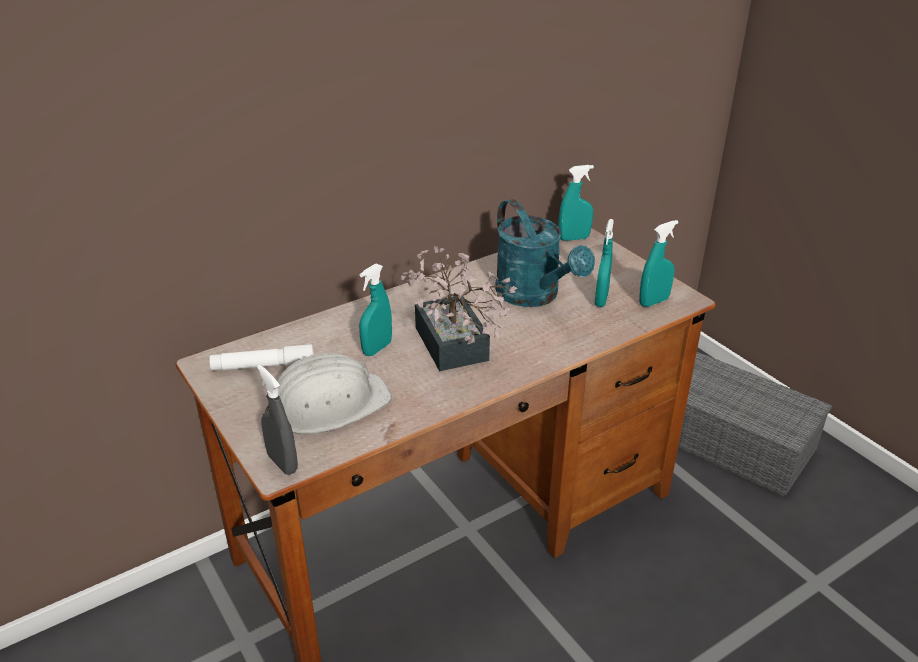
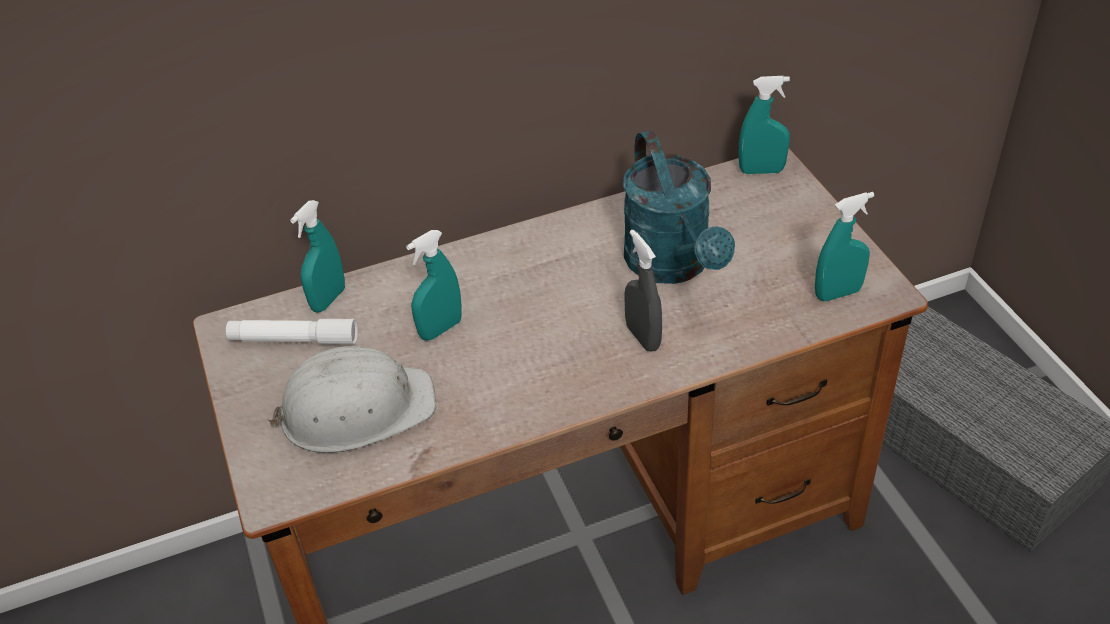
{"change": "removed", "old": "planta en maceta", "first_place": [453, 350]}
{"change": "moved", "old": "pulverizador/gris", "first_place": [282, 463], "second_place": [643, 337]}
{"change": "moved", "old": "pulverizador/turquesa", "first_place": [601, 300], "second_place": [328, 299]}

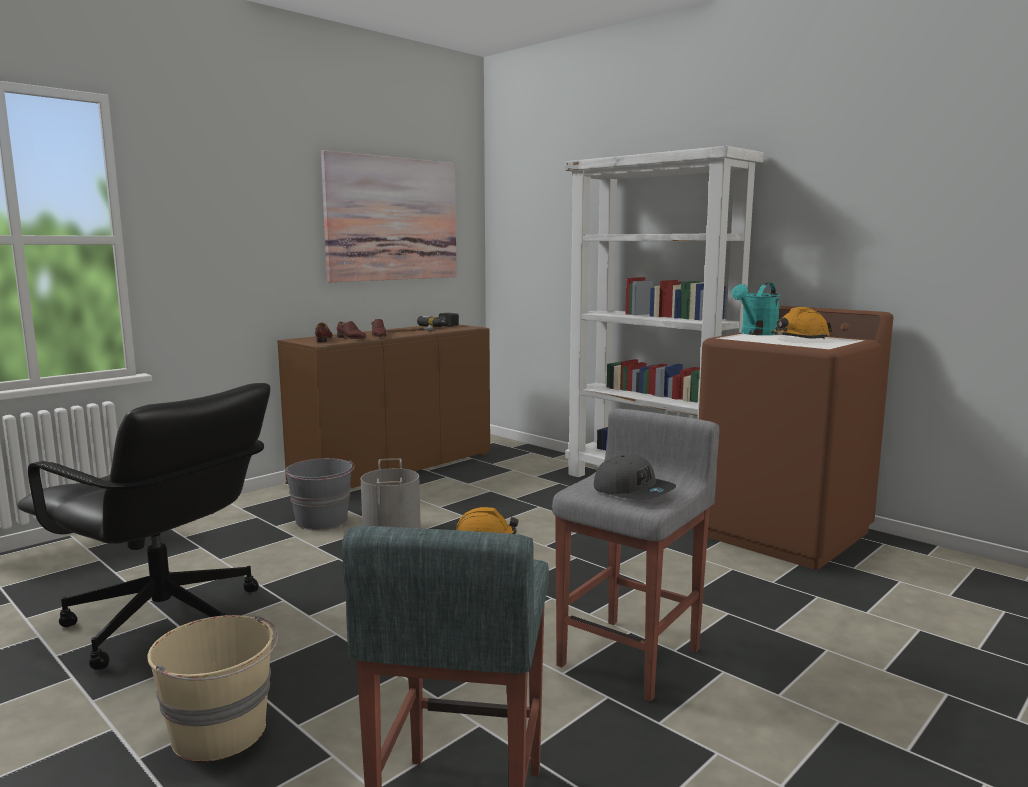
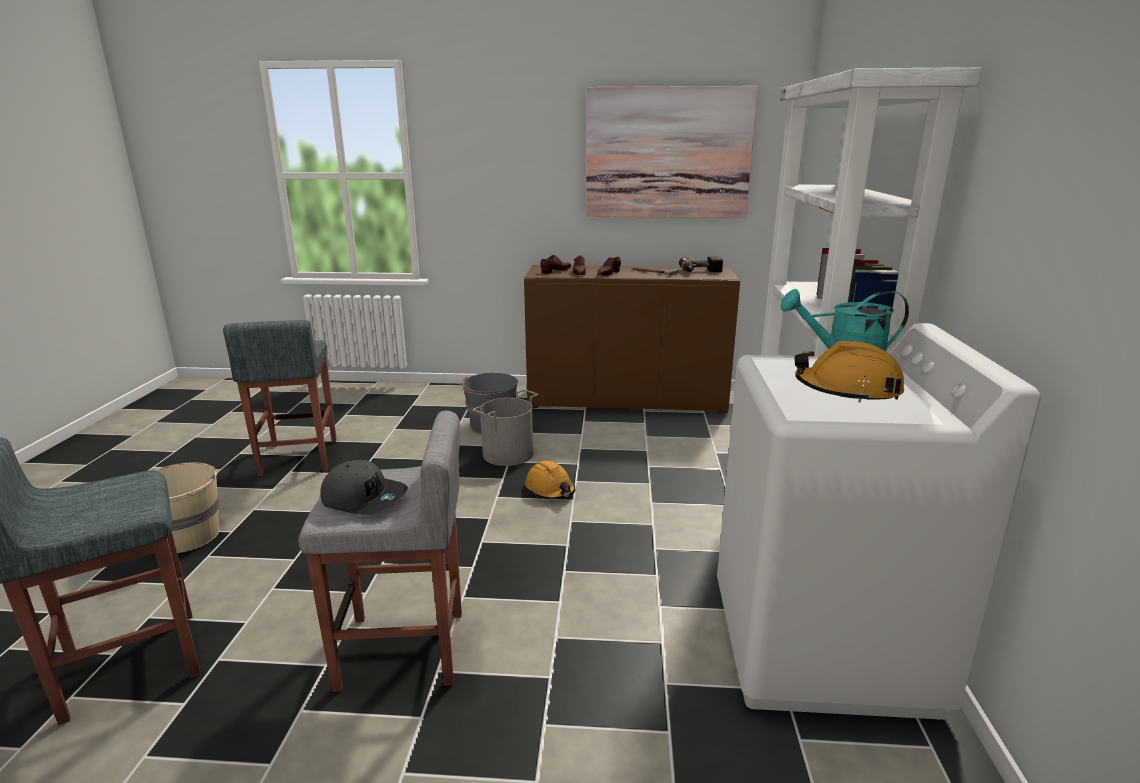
{"change": "replaced", "old": "silla de oficina/negro", "new": "taburete/gris", "first_place": [164, 622], "second_place": [298, 458]}
{"change": "recoloured", "old": "lavadora/marrón", "new": "lavadora/blanco", "first_place": [783, 533], "second_place": [820, 645]}
{"change": "turned", "old": "gorra/gris", "first_place": [633, 491], "second_place": [364, 498], "degrees": -75}

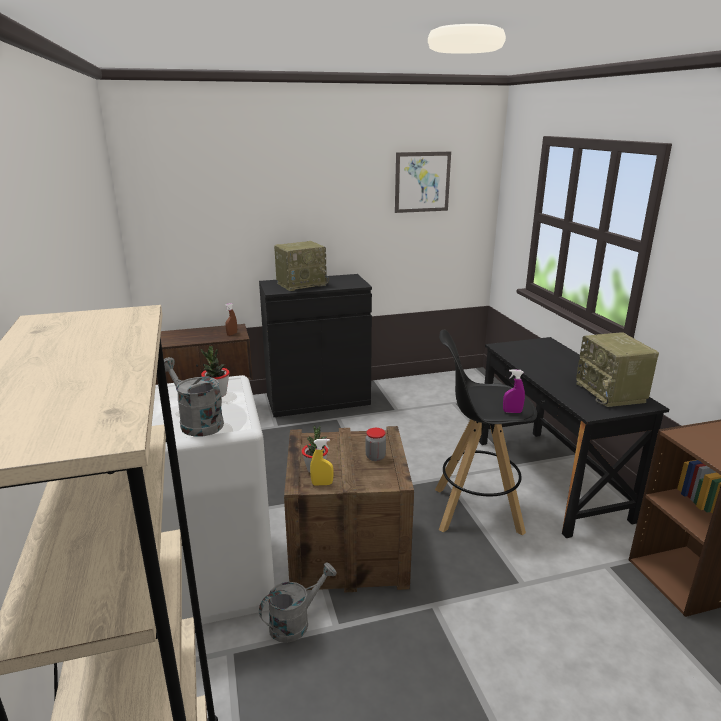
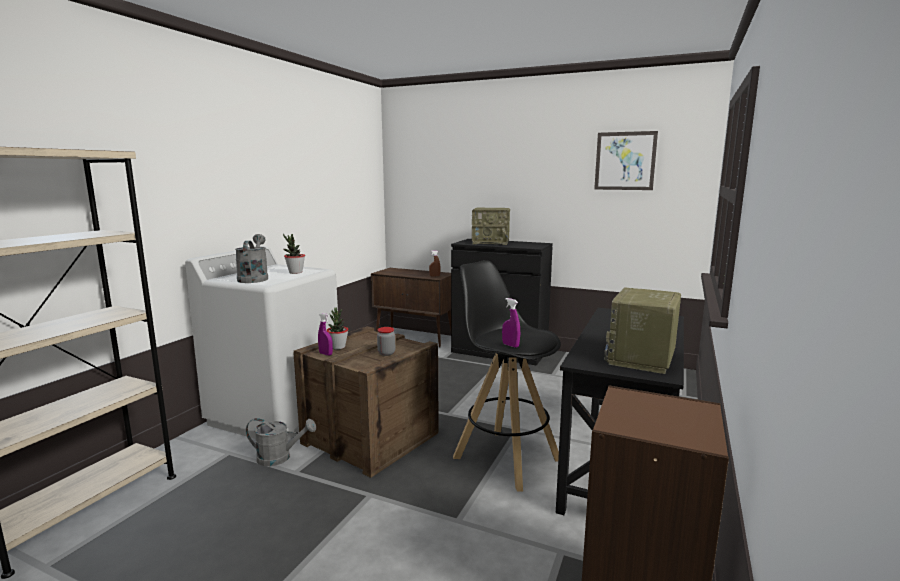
{"change": "recoloured", "old": "pulverizador/amarillo", "new": "pulverizador/morado", "first_place": [322, 484], "second_place": [325, 354]}

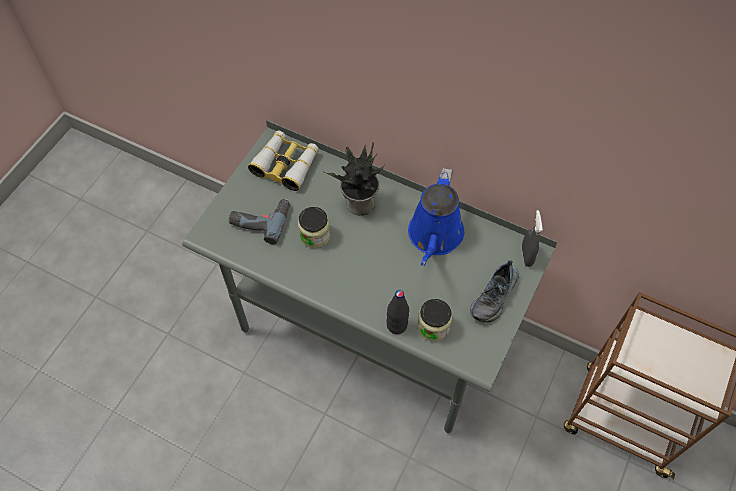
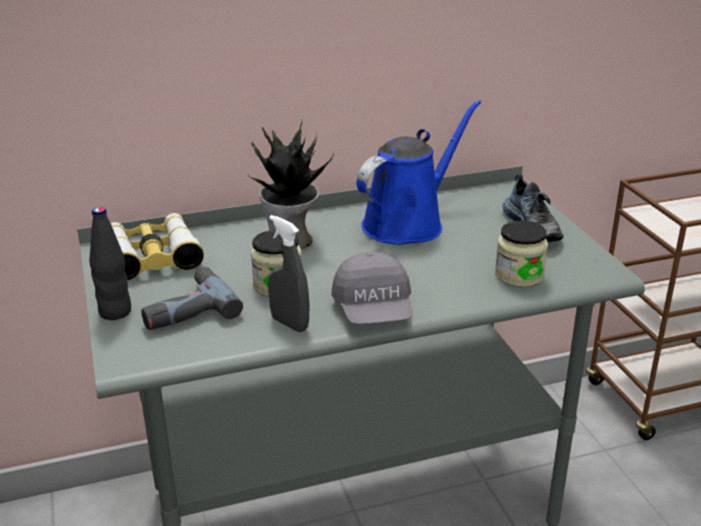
{"change": "added", "new": "gorra/gris", "second_place": [374, 310]}
{"change": "moved", "old": "botella/negro", "first_place": [397, 325], "second_place": [115, 312]}
{"change": "moved", "old": "pulverizador/gris", "first_place": [526, 256], "second_place": [289, 324]}
{"change": "turned", "old": "regadera/azul", "first_place": [434, 237], "second_place": [408, 223], "degrees": -105}

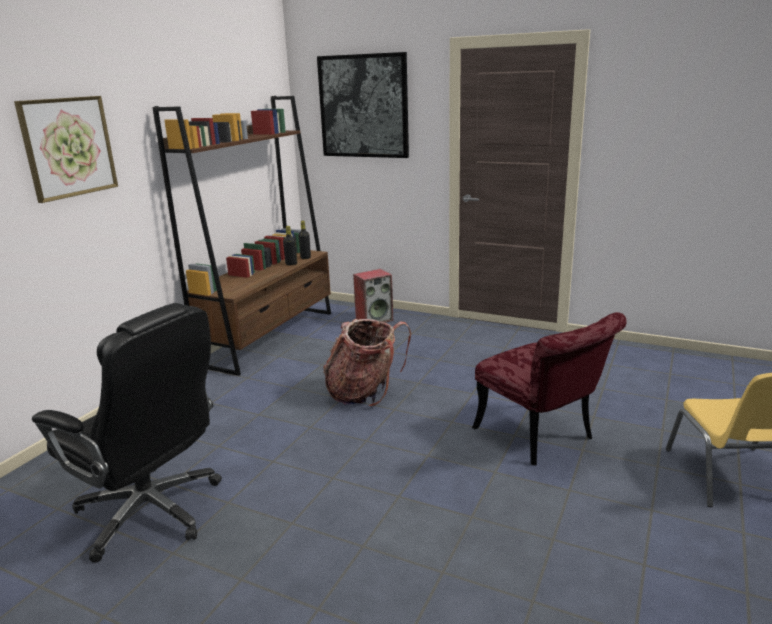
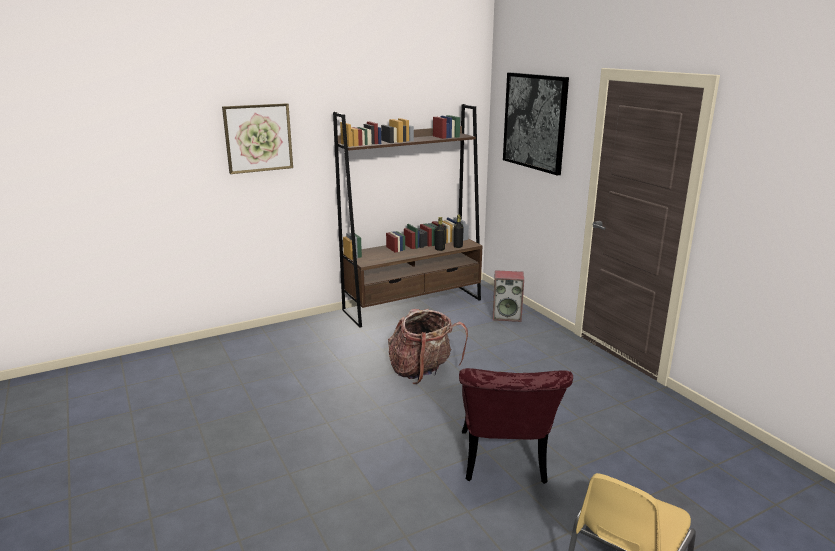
{"change": "removed", "old": "silla de oficina/negro", "first_place": [151, 512]}

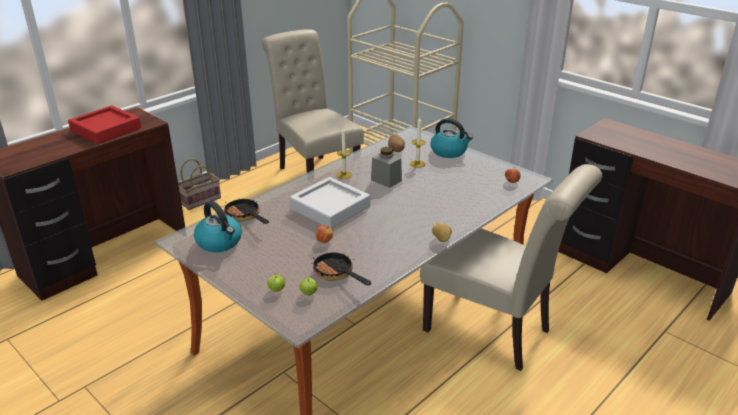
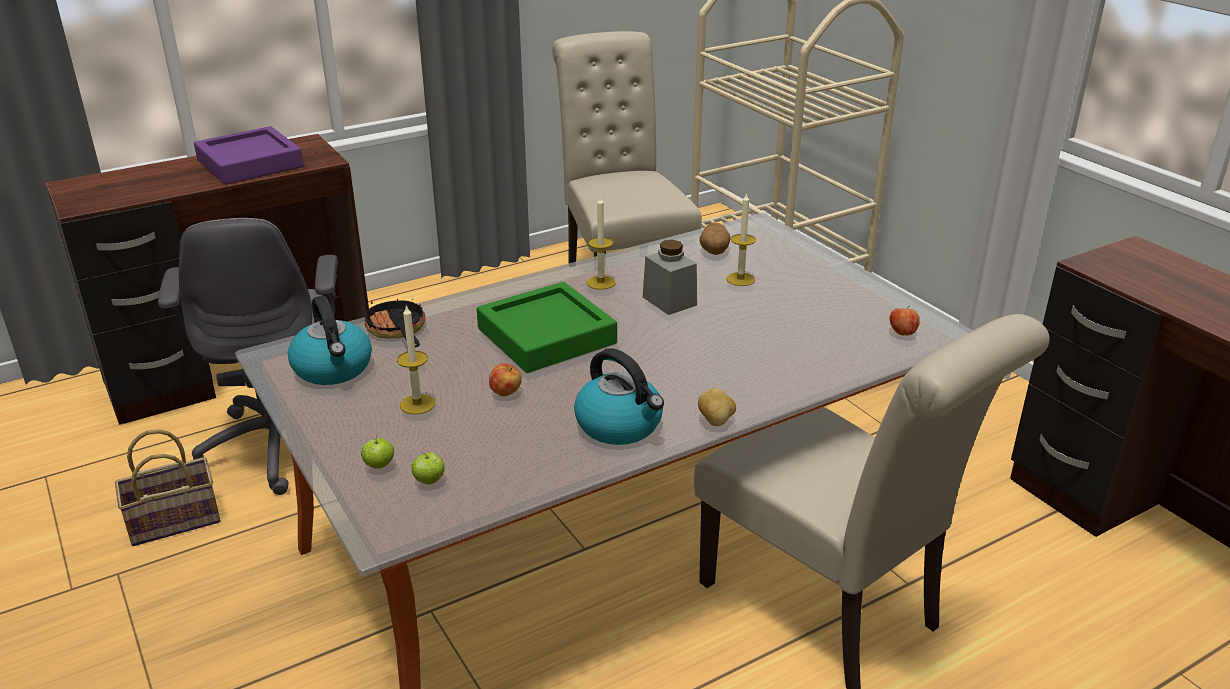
{"change": "removed", "old": "sartén", "first_place": [337, 274]}
{"change": "added", "new": "silla de oficina/gris", "second_place": [282, 443]}
{"change": "added", "new": "vela", "second_place": [417, 404]}
{"change": "moved", "old": "cesta", "first_place": [200, 199], "second_place": [176, 519]}
{"change": "moved", "old": "hervidor", "first_place": [449, 151], "second_place": [620, 425]}
{"change": "recoloured", "old": "bandeja/rojo", "new": "bandeja/morado", "first_place": [106, 129], "second_place": [250, 164]}
{"change": "recoloured", "old": "bandeja/gris", "new": "bandeja/verde", "first_place": [330, 208], "second_place": [546, 336]}

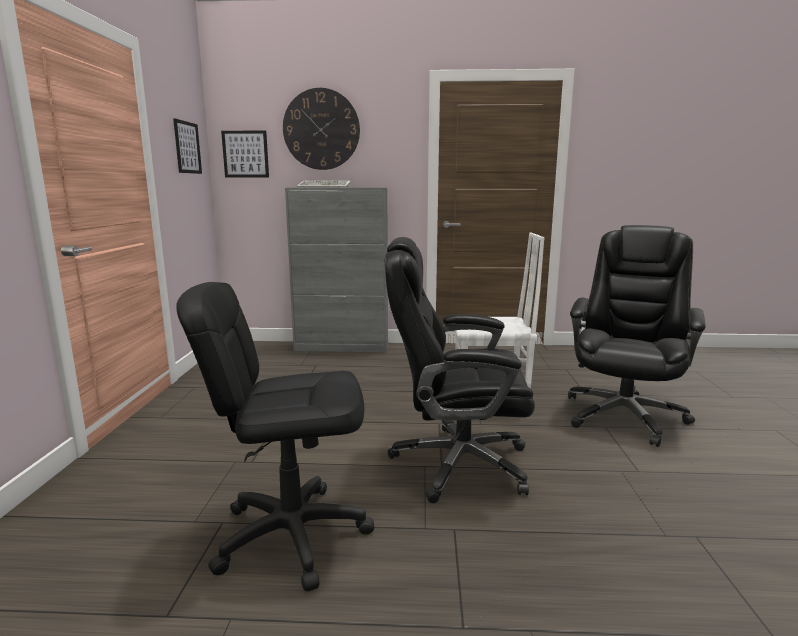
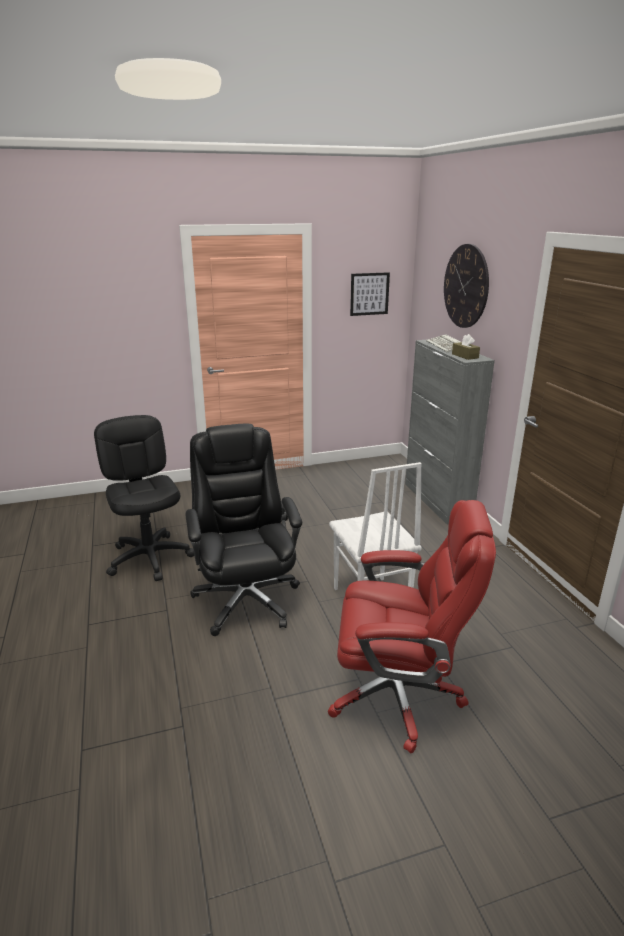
{"change": "removed", "old": "cuadro", "first_place": [245, 154]}
{"change": "added", "new": "caja de pañuelos/marrón", "second_place": [465, 356]}
{"change": "recoloured", "old": "silla de oficina/negro", "new": "silla de oficina/rojo", "first_place": [624, 415], "second_place": [398, 694]}

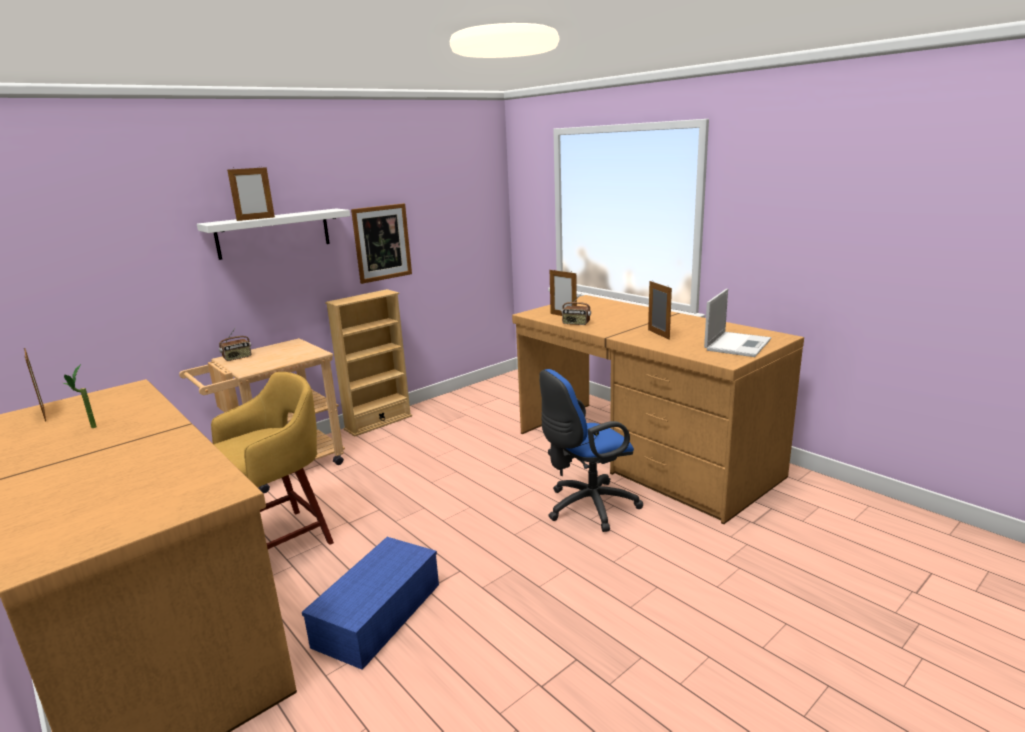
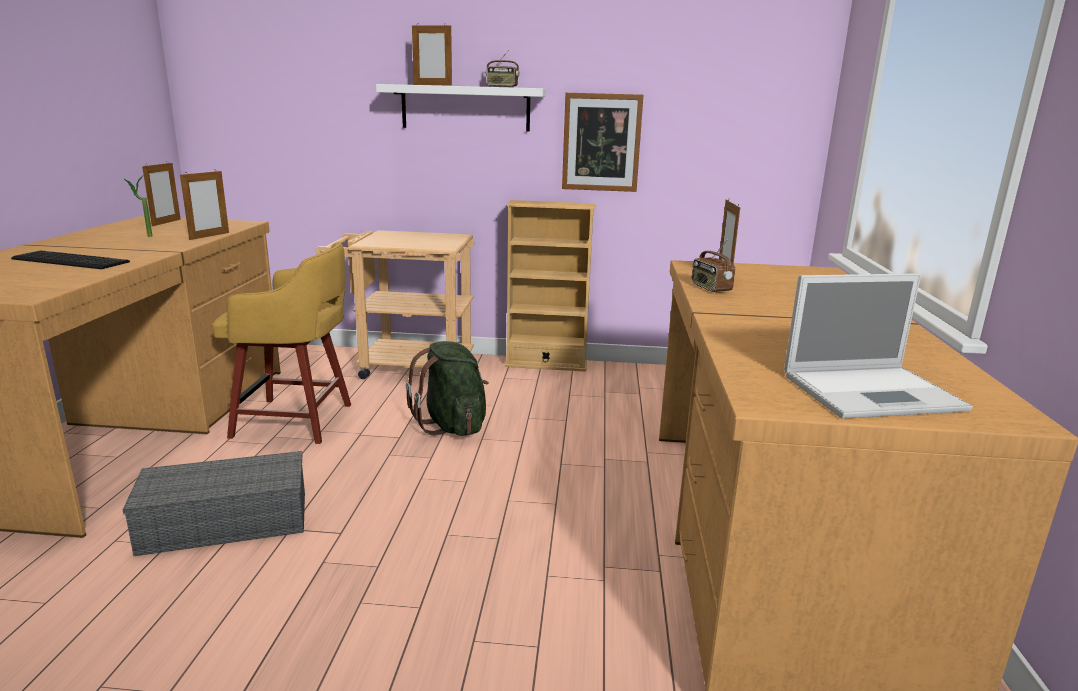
{"change": "removed", "old": "silla de oficina/azul", "first_place": [587, 507]}
{"change": "added", "new": "teclado", "second_place": [71, 260]}
{"change": "added", "new": "mochila/verde", "second_place": [452, 426]}
{"change": "moved", "old": "radio", "first_place": [237, 358], "second_place": [502, 87]}
{"change": "moved", "old": "portarretratos", "first_place": [658, 334], "second_place": [209, 236]}
{"change": "recoloured", "old": "caja de almacenaje/azul", "new": "caja de almacenaje/gris", "first_place": [378, 616], "second_place": [223, 523]}

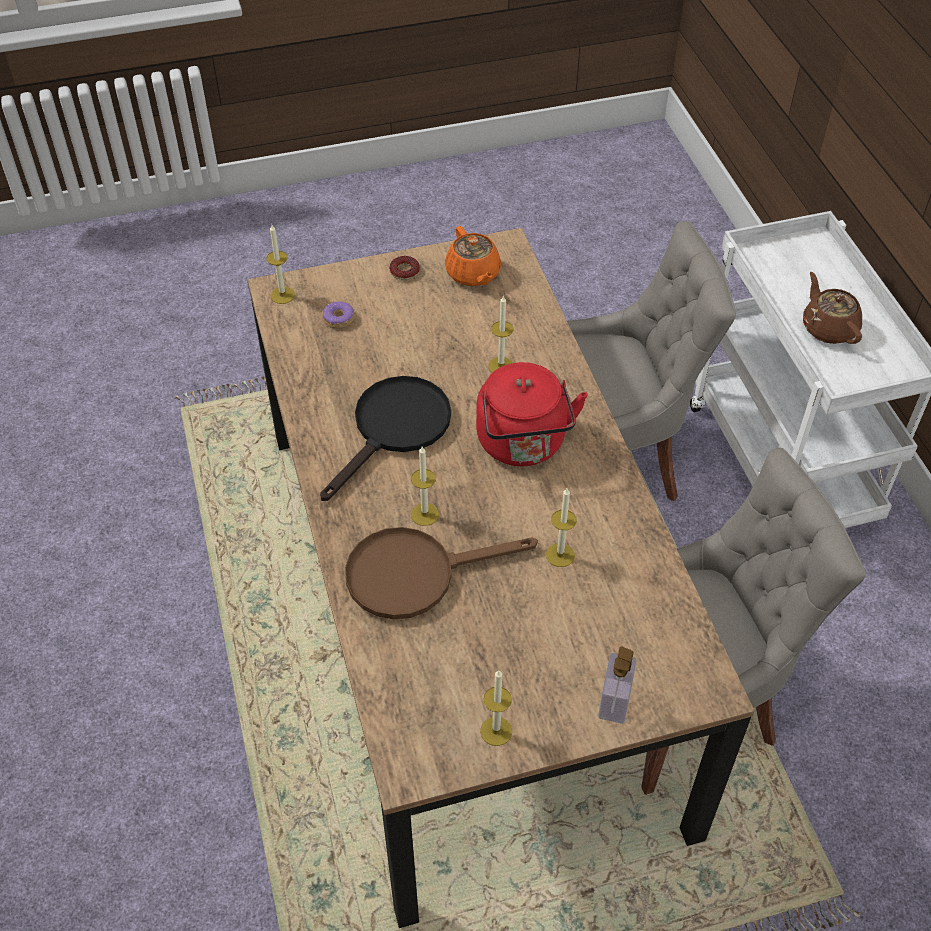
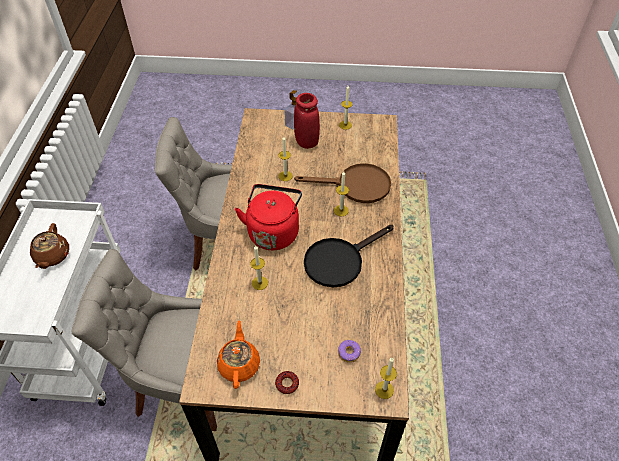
{"change": "added", "new": "florero/rojo", "second_place": [306, 142]}

